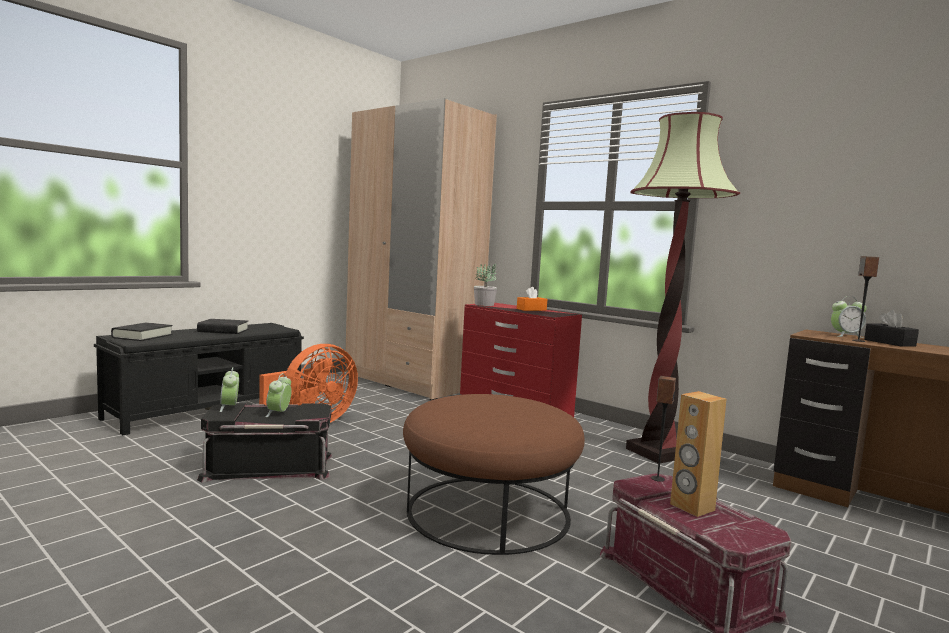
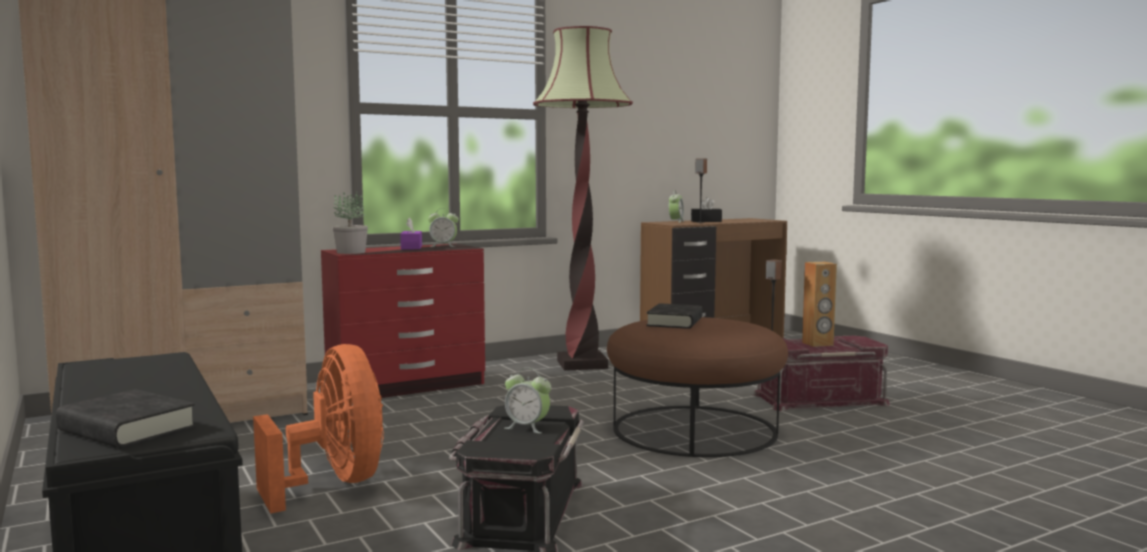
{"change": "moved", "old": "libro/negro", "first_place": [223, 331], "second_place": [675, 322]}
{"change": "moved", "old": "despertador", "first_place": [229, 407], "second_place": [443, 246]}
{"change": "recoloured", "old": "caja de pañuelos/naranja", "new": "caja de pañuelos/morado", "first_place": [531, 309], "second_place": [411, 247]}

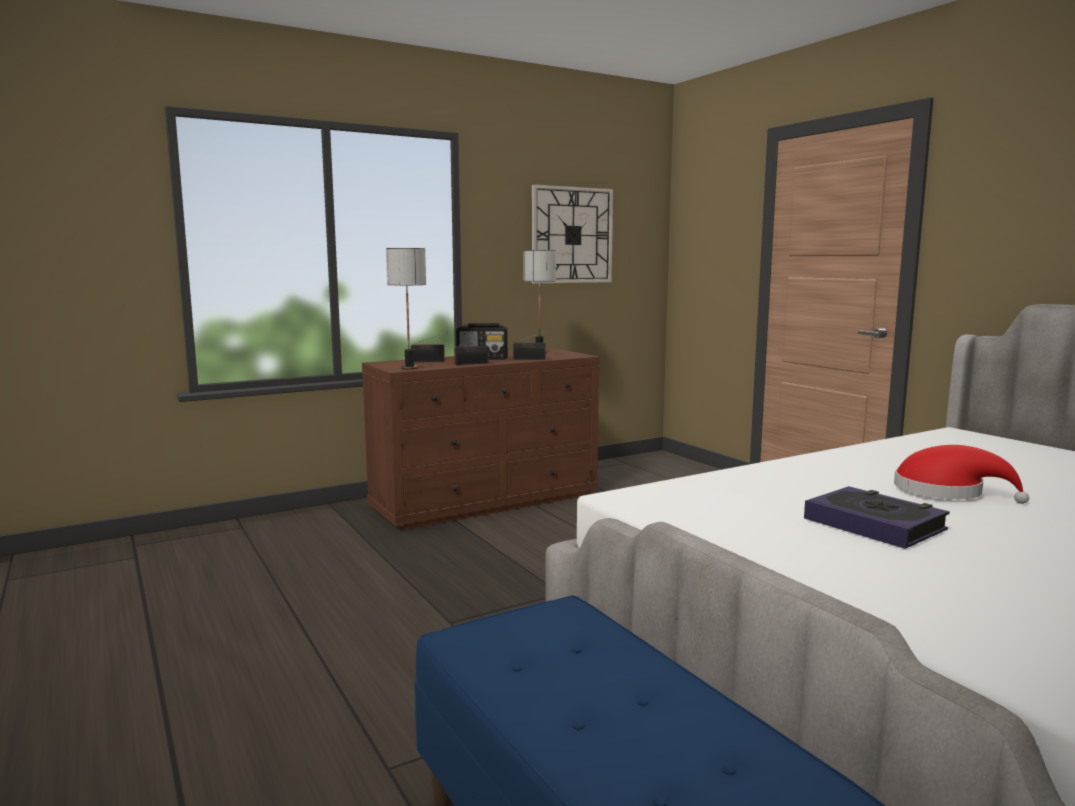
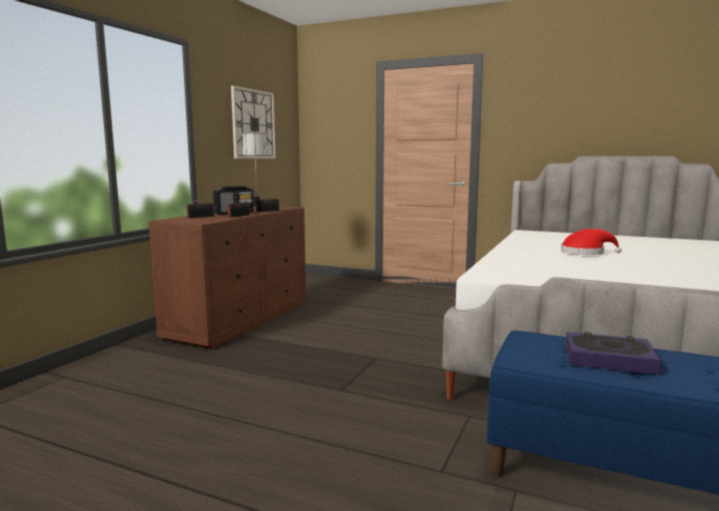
{"change": "removed", "old": "lámpara de mesa", "first_place": [409, 368]}
{"change": "moved", "old": "libro", "first_place": [874, 525], "second_place": [608, 359]}

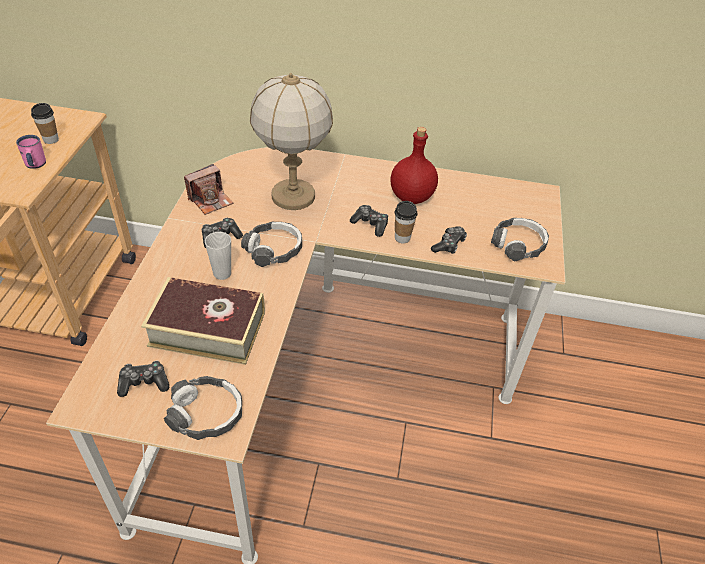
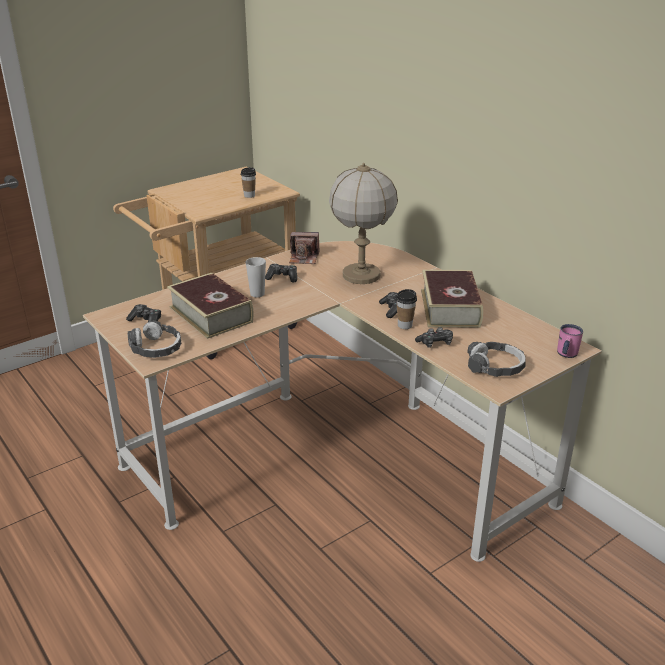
{"change": "removed", "old": "auriculares", "first_place": [274, 249]}
{"change": "moved", "old": "taza grande/rosa", "first_place": [35, 165], "second_place": [566, 354]}
{"change": "replaced", "old": "botella/rojo", "new": "libro", "first_place": [412, 197], "second_place": [450, 308]}

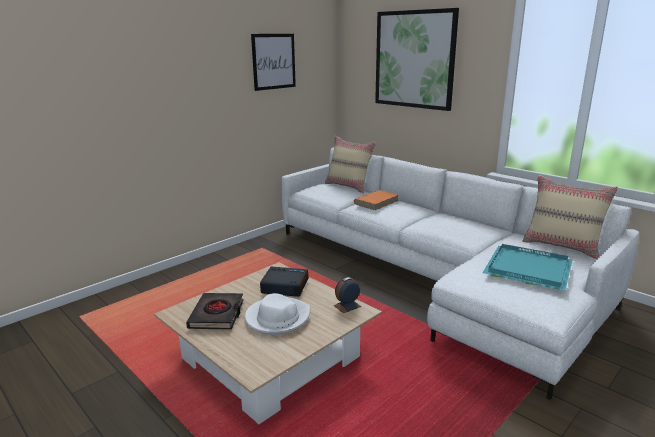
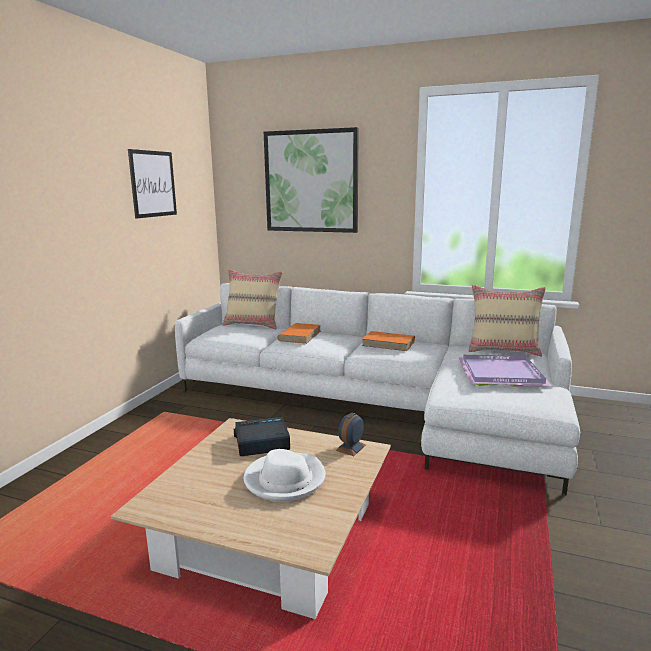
{"change": "removed", "old": "libro/negro", "first_place": [217, 315]}
{"change": "added", "new": "libro/naranja", "second_place": [389, 343]}
{"change": "recoloured", "old": "bandeja/turquesa", "new": "bandeja/morado", "first_place": [526, 269], "second_place": [500, 374]}

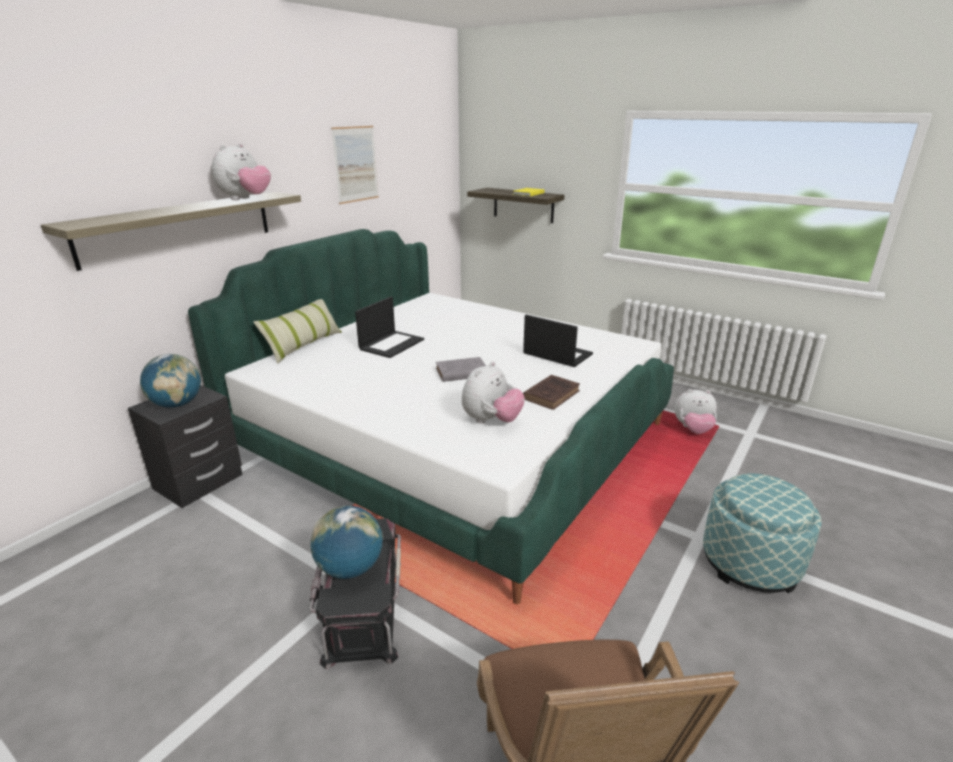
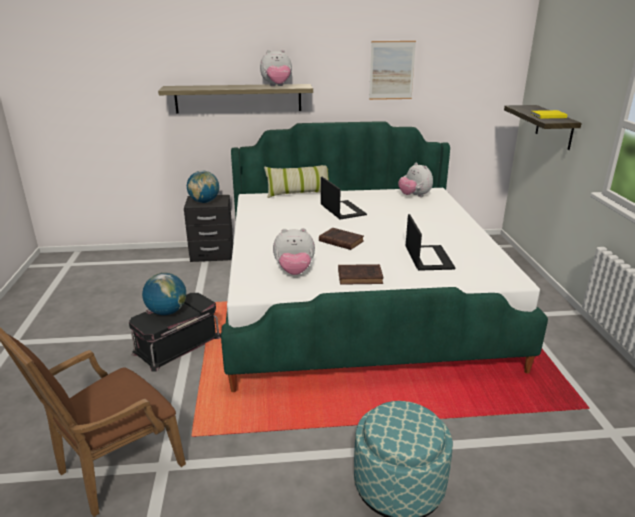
{"change": "moved", "old": "peluche", "first_place": [693, 429], "second_place": [414, 196]}
{"change": "recoloured", "old": "libro/gris", "new": "libro/marrón", "first_place": [460, 373], "second_place": [340, 241]}
{"change": "turned", "old": "portátil", "first_place": [391, 344], "second_place": [342, 210], "degrees": -105}

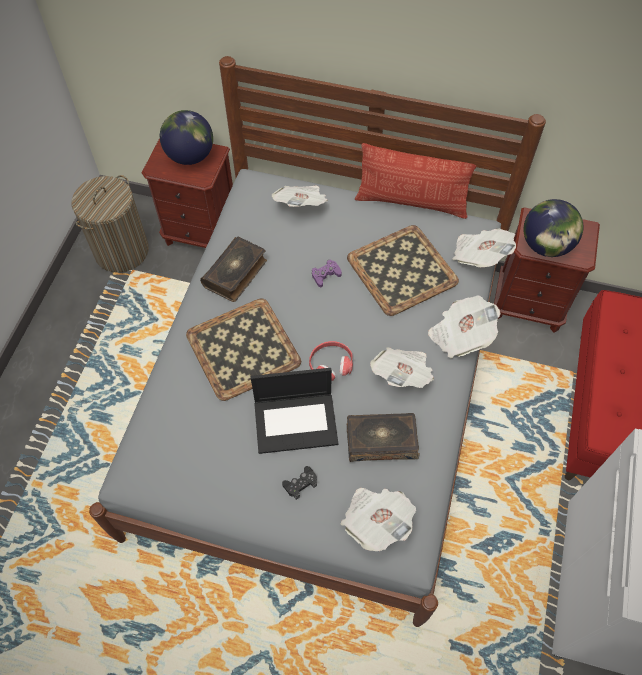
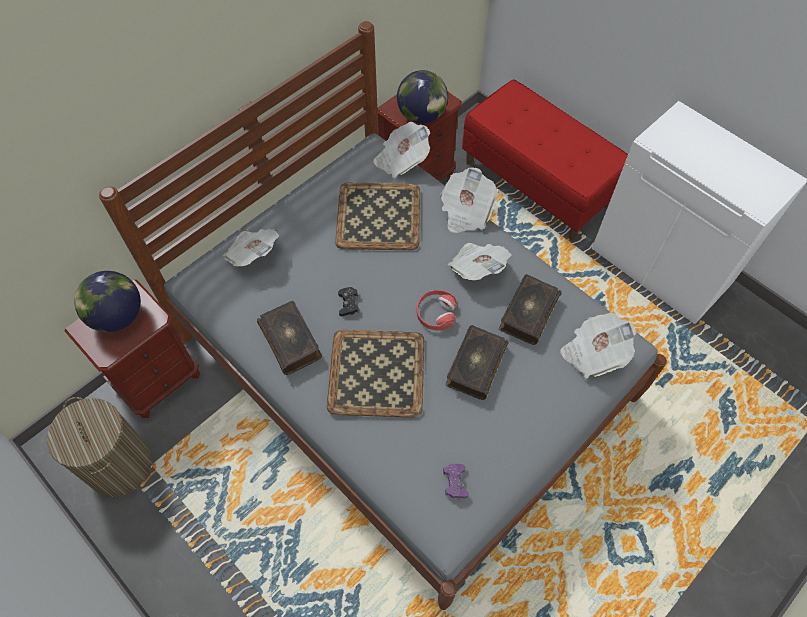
{"change": "removed", "old": "cojín", "first_place": [411, 202]}
{"change": "moved", "old": "mando de consola/negro", "first_place": [300, 484], "second_place": [348, 304]}
{"change": "moved", "old": "mando de consola/morado", "first_place": [325, 275], "second_place": [455, 482]}
{"change": "replaced", "old": "portátil", "new": "libro", "first_place": [296, 421], "second_place": [475, 366]}

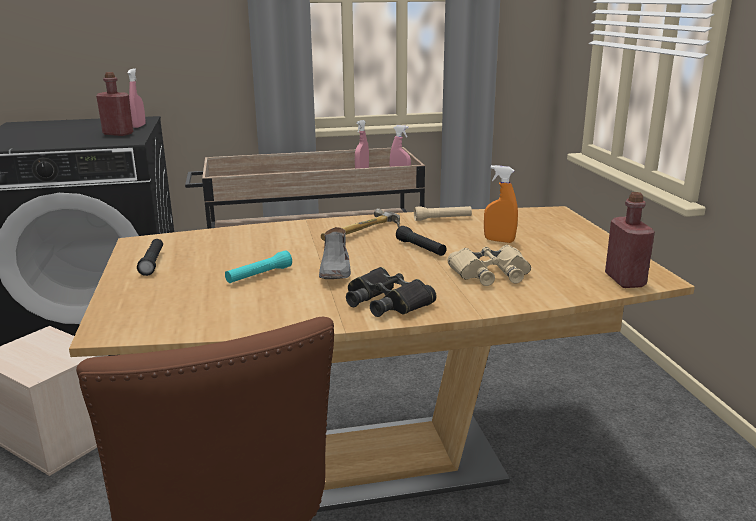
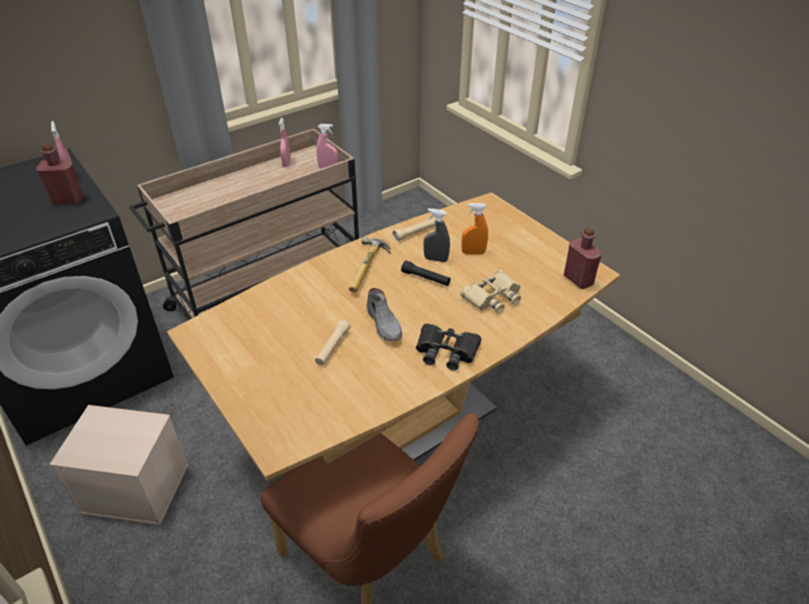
{"change": "removed", "old": "linterna/negro", "first_place": [152, 263]}
{"change": "added", "new": "pulverizador/gris", "second_place": [436, 259]}
{"change": "recoloured", "old": "linterna/turquesa", "new": "linterna/beis", "first_place": [259, 275], "second_place": [332, 347]}

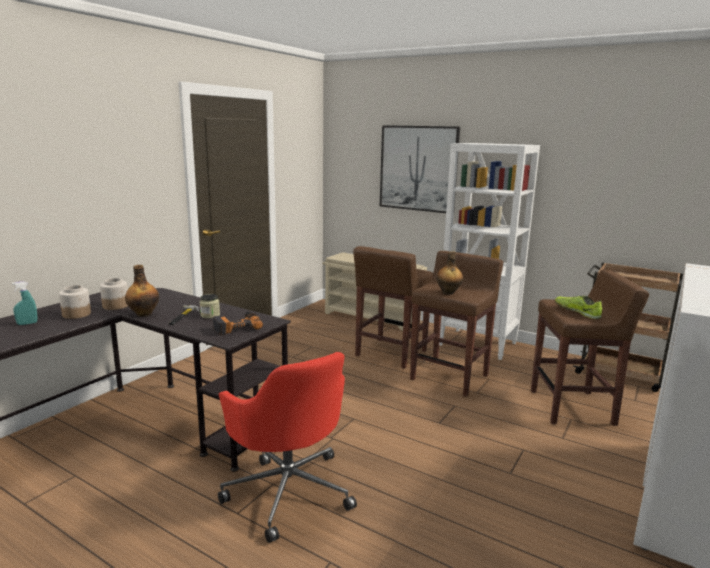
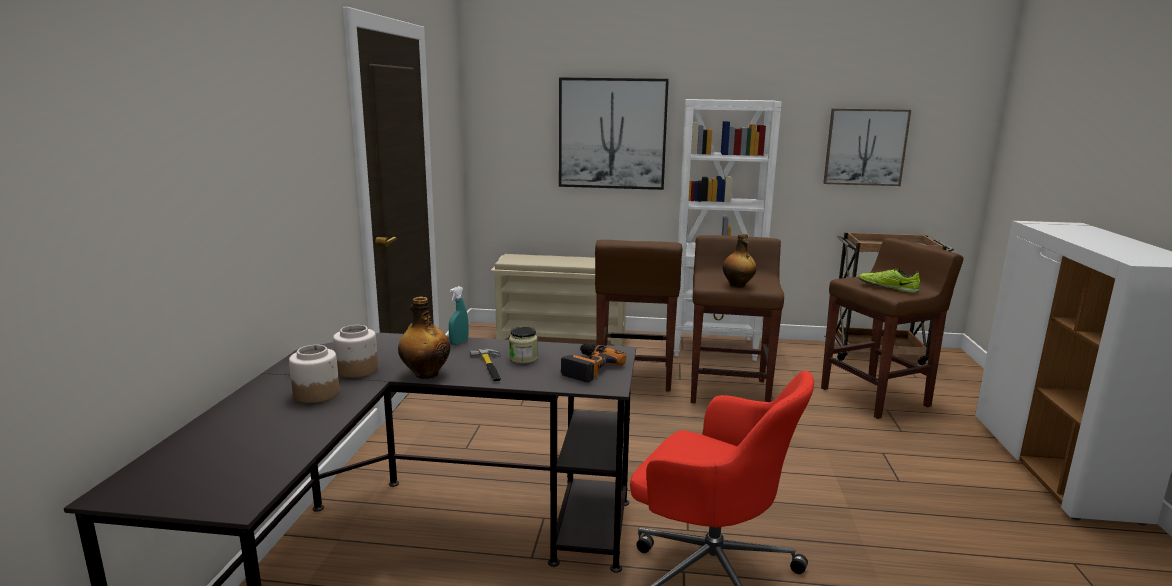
{"change": "added", "new": "cuadro", "second_place": [865, 147]}
{"change": "moved", "old": "pulverizador/turquesa", "first_place": [27, 323], "second_place": [459, 342]}

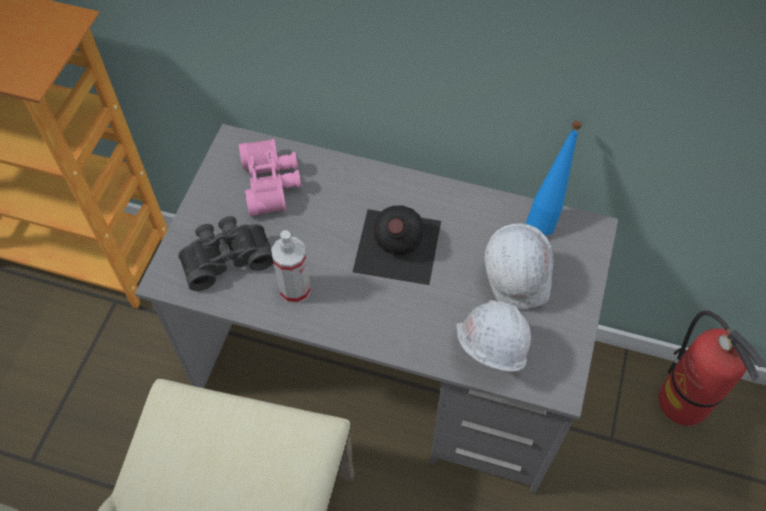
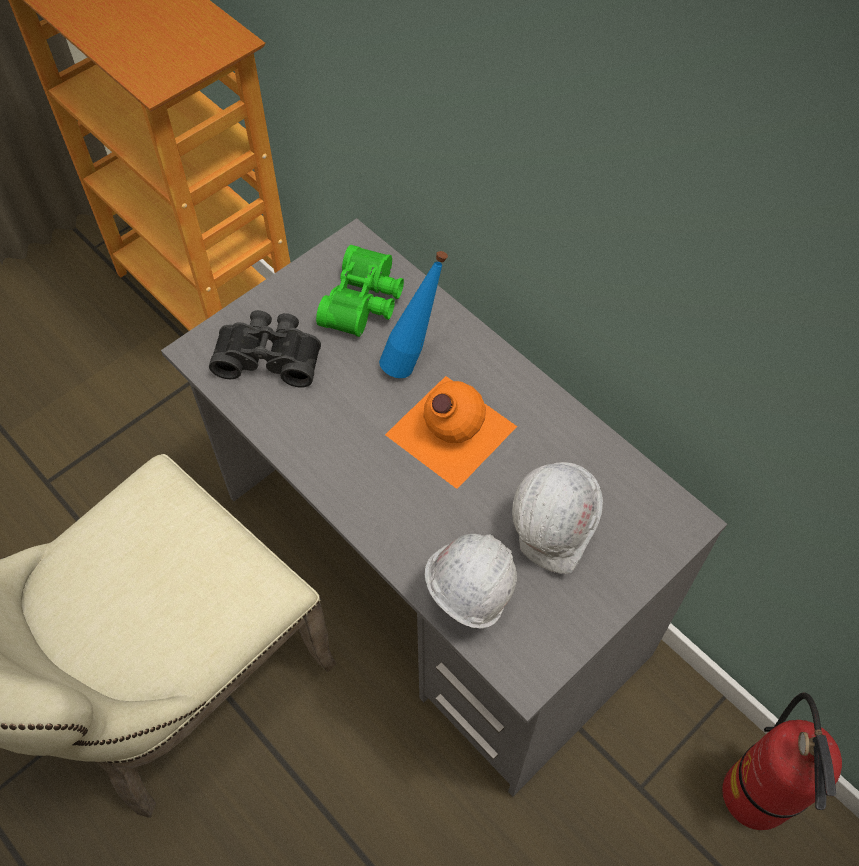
{"change": "removed", "old": "pulverizador", "first_place": [295, 289]}
{"change": "moved", "old": "botella/azul", "first_place": [545, 216], "second_place": [413, 360]}
{"change": "recoloured", "old": "prismáticos/rosa", "new": "prismáticos/verde", "first_place": [272, 182], "second_place": [366, 302]}
{"change": "recoloured", "old": "botella/negro", "new": "botella/naranja", "first_place": [396, 247], "second_place": [448, 430]}

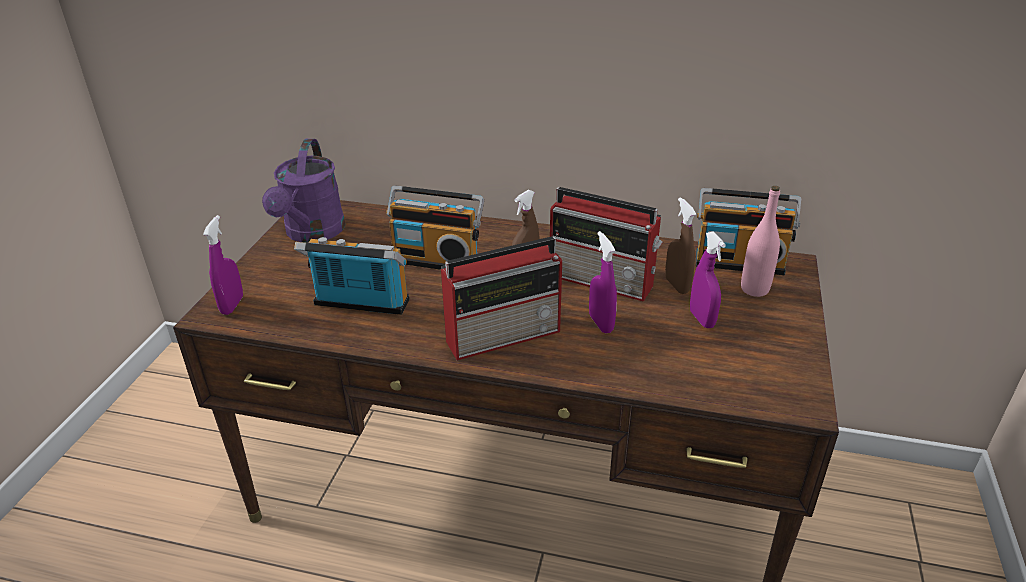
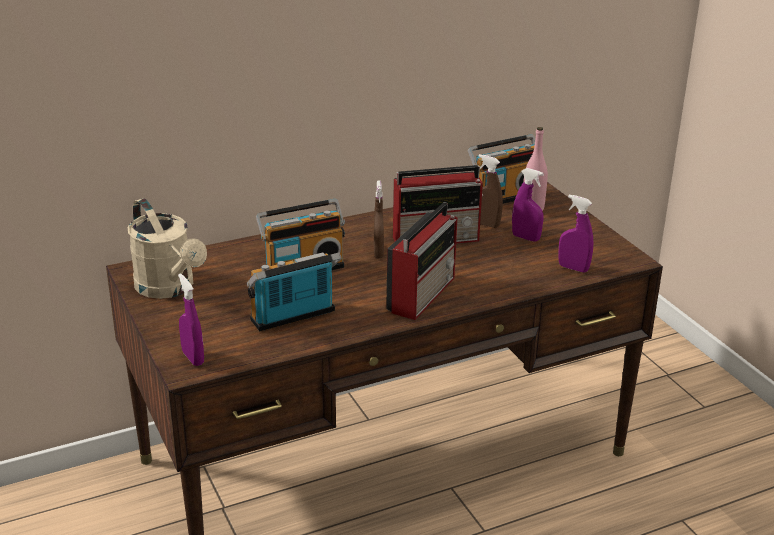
{"change": "moved", "old": "pulverizador/morado", "first_place": [601, 323], "second_place": [573, 268]}
{"change": "recoloured", "old": "regadera/morado", "new": "regadera/beis", "first_place": [312, 234], "second_place": [170, 288]}

